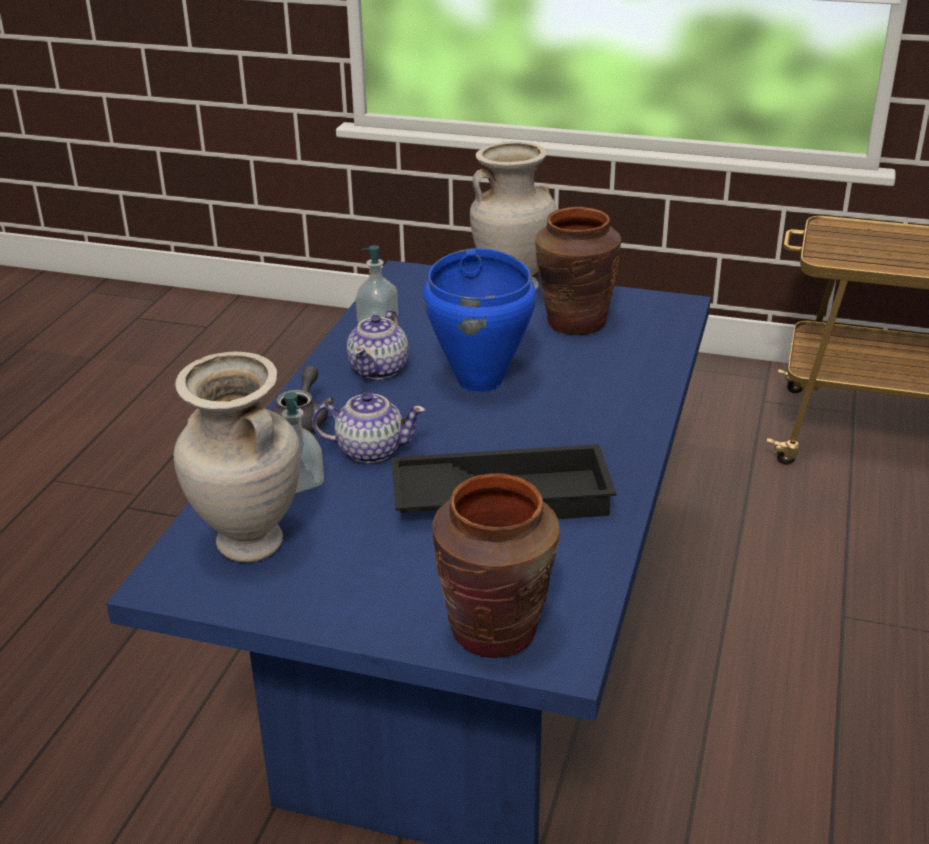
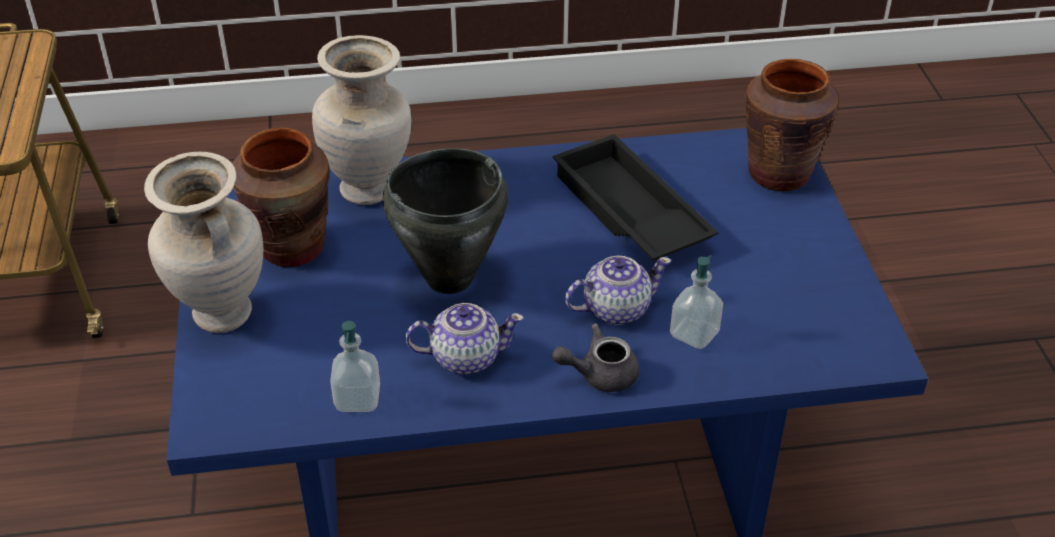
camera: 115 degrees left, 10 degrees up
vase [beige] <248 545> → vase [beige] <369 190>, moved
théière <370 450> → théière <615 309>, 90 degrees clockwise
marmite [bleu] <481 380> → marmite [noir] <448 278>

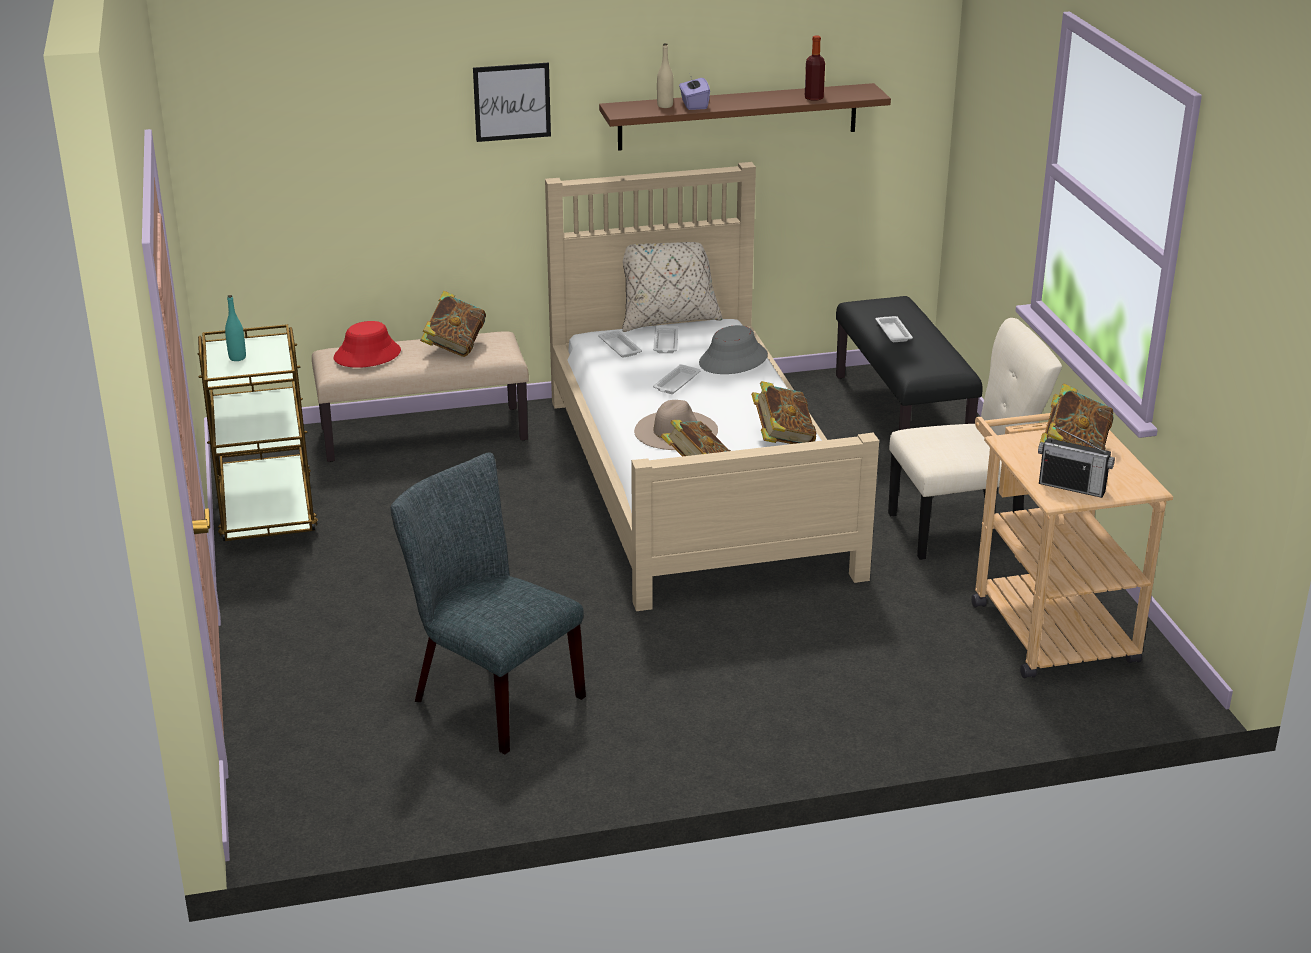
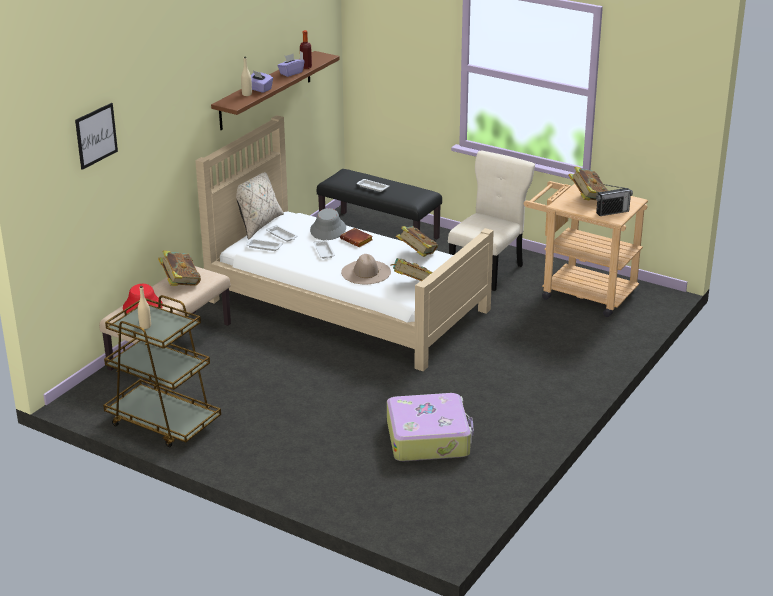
camera: 45 degrees left, 0 degrees up
bouteille [turquoise] <237 358> → bouteille [beige] <145 326>
chaise [gris] <489 696> → valise <429 438>
tableau <512 102> → tableau <96 135>, moved
- → boîte à mouchoirs [violet] <291 73>
- → livre [marron] <357 240>

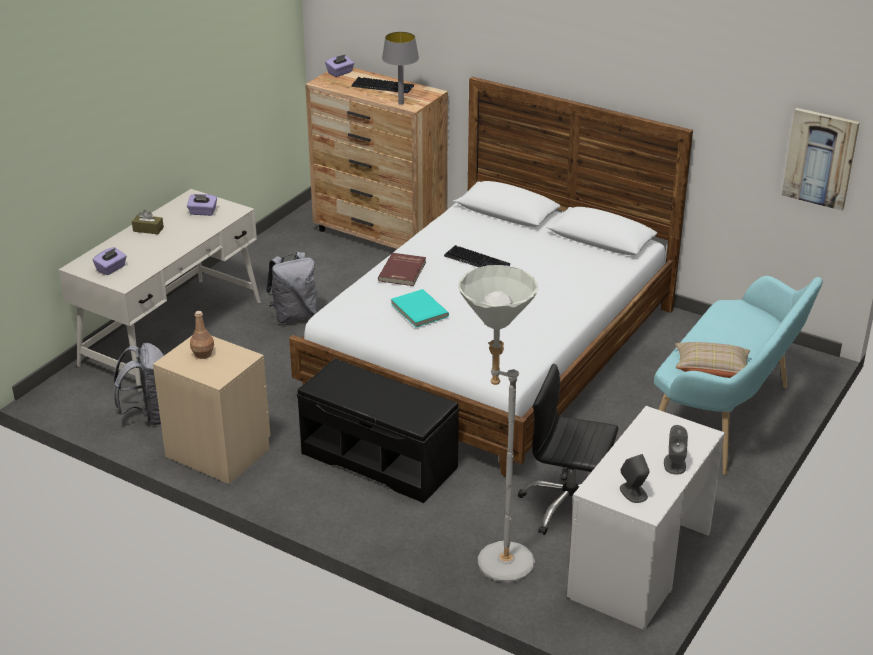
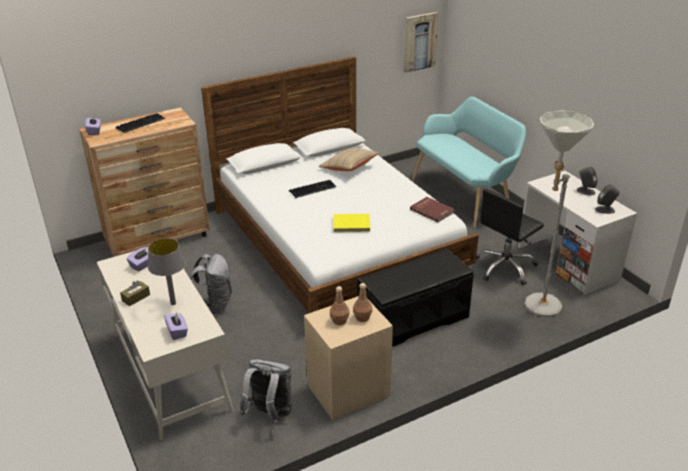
camera: 60 degrees left, 0 degrees up
livre [rouge] <403 271> → livre [rouge] <432 210>, moved
lampe de table [gris] <401 103> → lampe de table [gris] <173 303>, moved
livre [turquoise] <418 310> → livre [jaune] <351 225>
coussin [beige] <711 372> → coussin [beige] <349 168>, moved
- → bouteille [marron] <362 317>

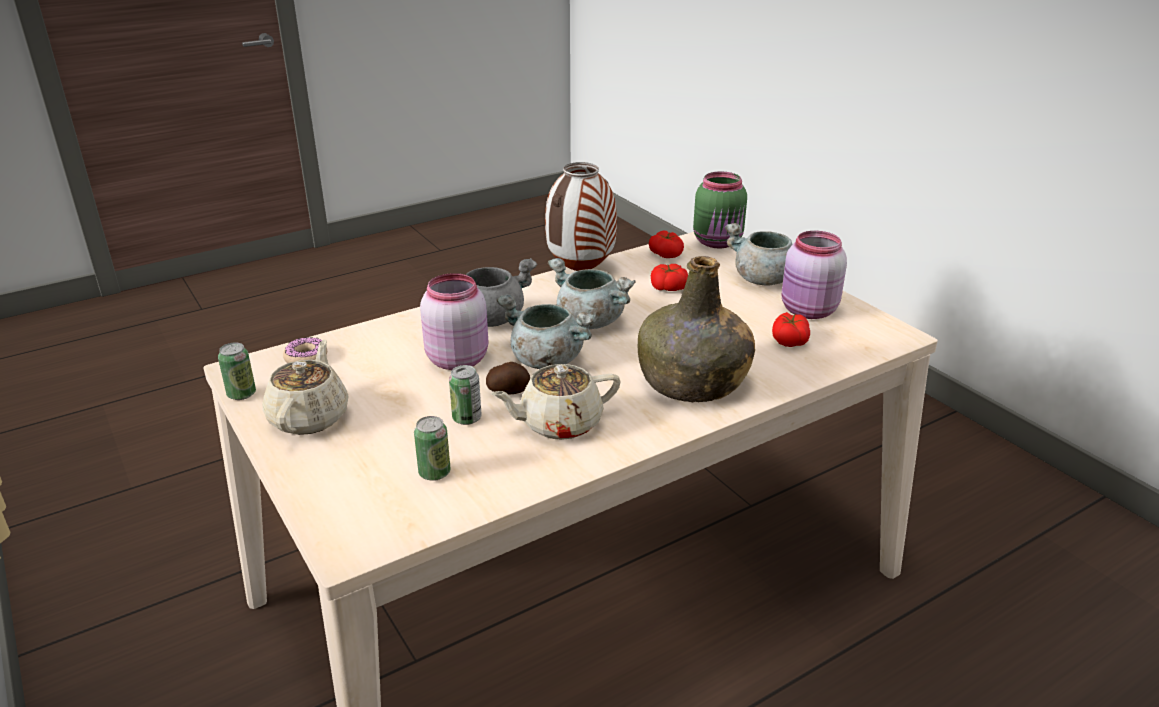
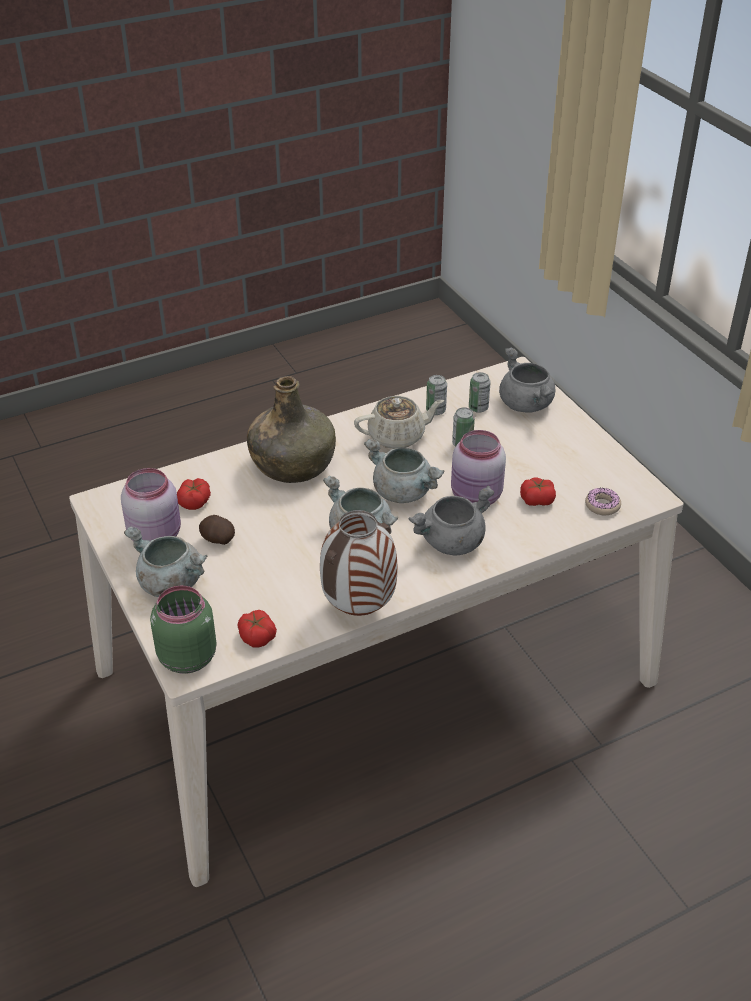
camera: 175 degrees left, 10 degrees up
boîte métallique <241 394> → boîte métallique <435 410>, moved
théière [beige] <310 417> → -
pomme de terre <509 391> → pomme de terre <217 540>, moved
tomate <669 287> → tomate <537 499>, moved
- → marmite [gris] <527 405>

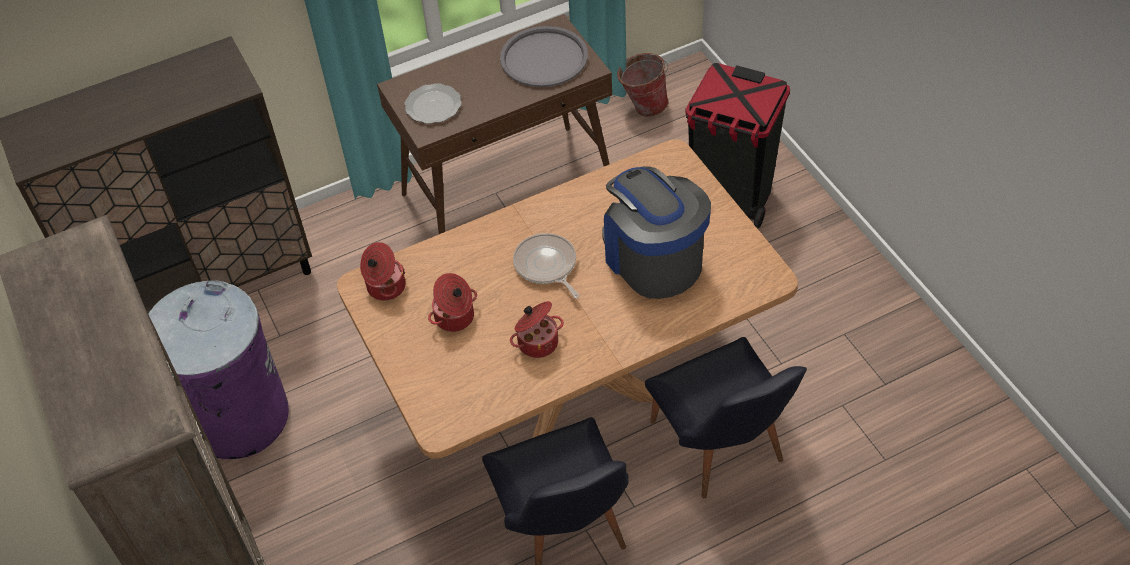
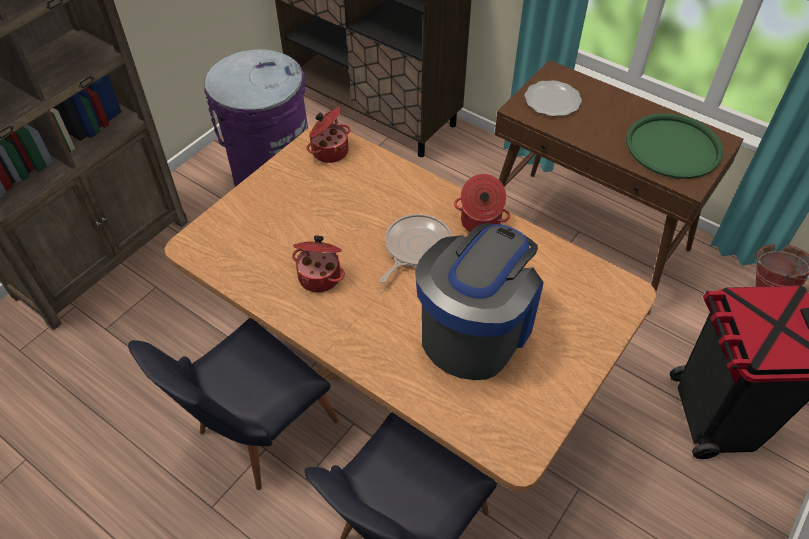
camera: 60 degrees right, 0 degrees up
marmite <455 318> → marmite <480 222>, moved
plateau [gris] <544 58> → plateau [vert] <673 147>

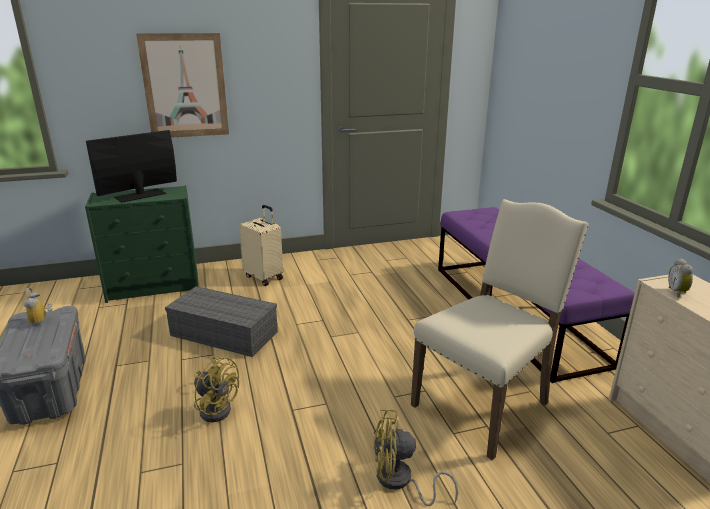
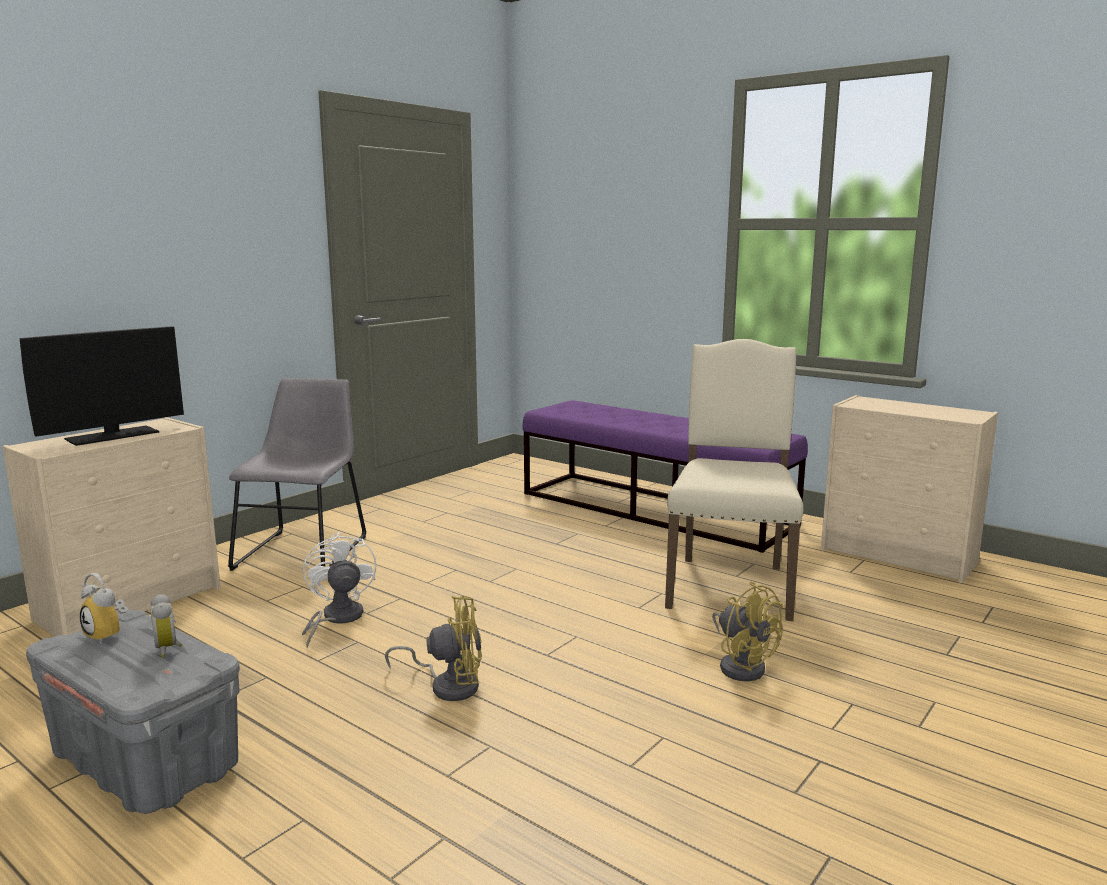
camera: 35 degrees left, 10 degrees down
commode [vert] <155 287> → commode [beige] <132 603>
écran d'ordinateur <140 195> → écran d'ordinateur <112 435>, 150 degrees counterclockwise
tableau <185 86> → -
boîte de rangement [gris] <222 334> → ventilateur [blanc] <336 619>
valise [beige] <264 277> → chaise [gris] <304 550>
ventilateur [jaune] <400 482> → ventilateur [jaune] <742 665>, 90 degrees counterclockwise
réveil <678 292> → réveil <169 649>, moved

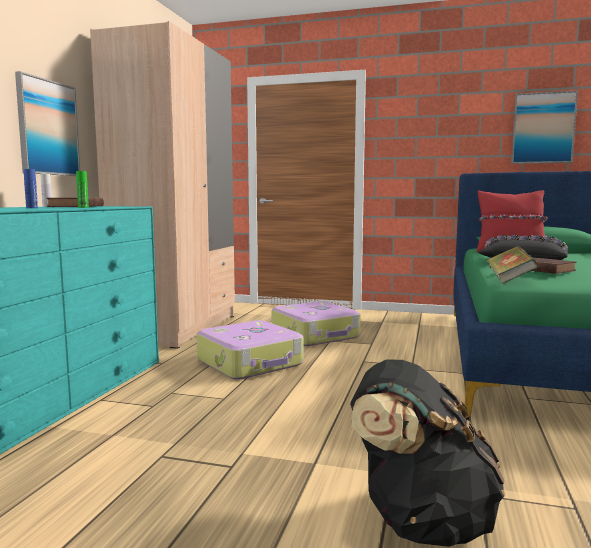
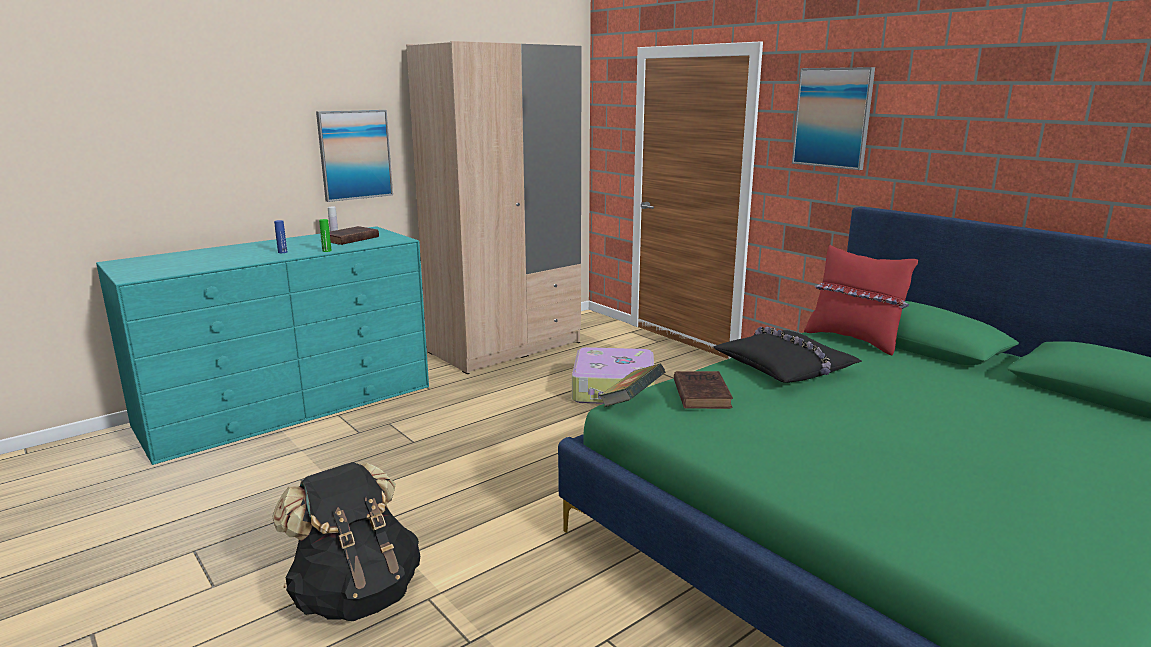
camera: 35 degrees right, 10 degrees up
valise <251 362> → -
tableau <543 128> → tableau <832 118>, moved

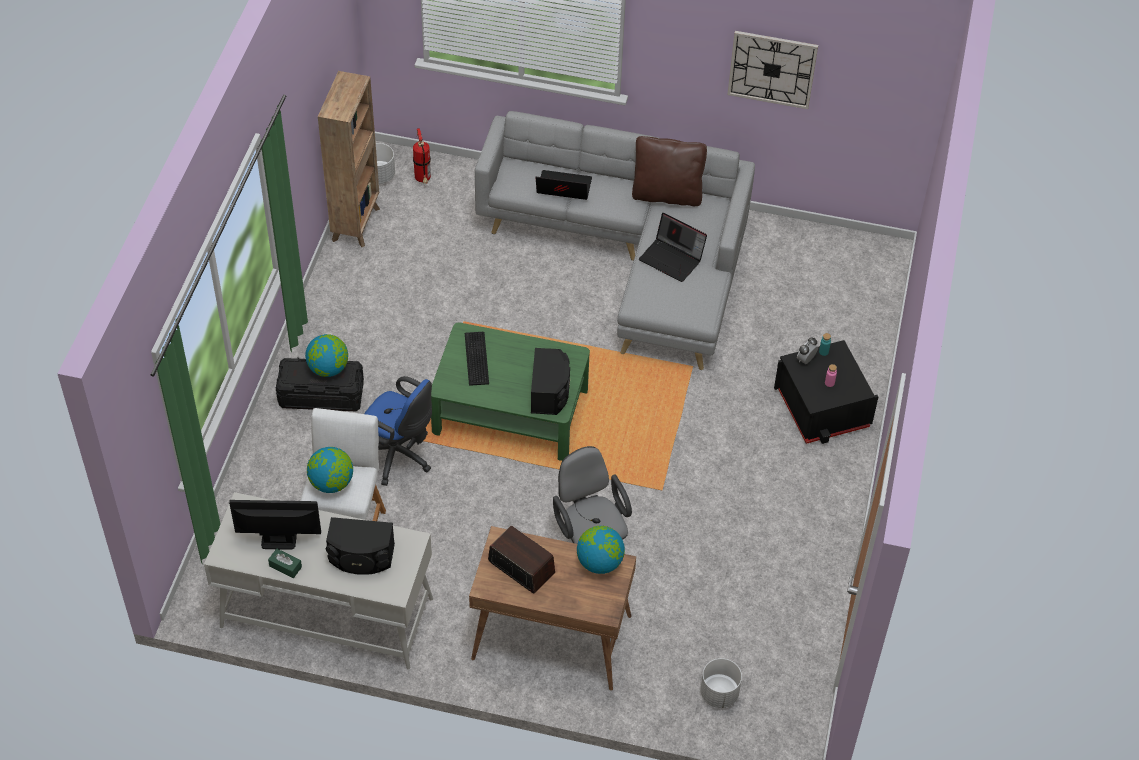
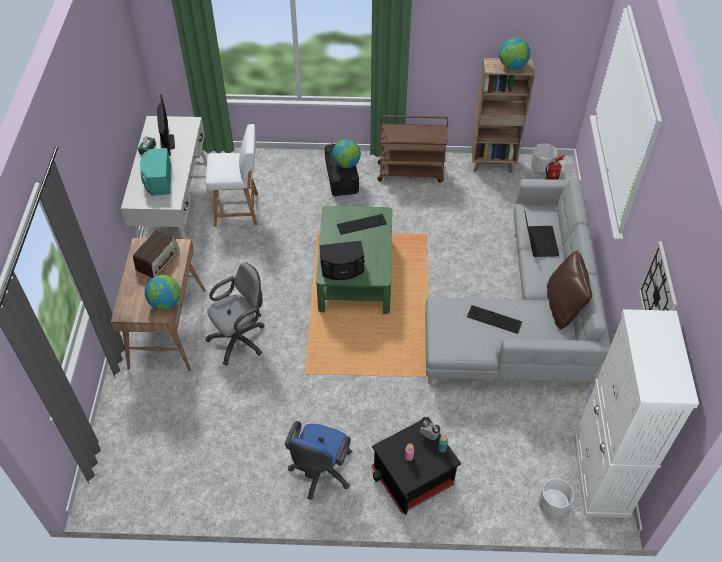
camera: 80 degrees right, 0 degrees up
globe <331 483> → globe <512 66>, moved
enceinte [noir] <361 557> → enceinte [turquoise] <158 180>
chaise de bureau [bleu] <398 456> → chaise de bureau [bleu] <320 473>, moved
ordinateur portable <672 259> → clavier <494 320>
cache-pot [blanc] <719 694> → cache-pot [blanc] <553 505>, moved
- → chariot [marron] <411 172>
- → meuble de rangement [blanc] <601 475>

